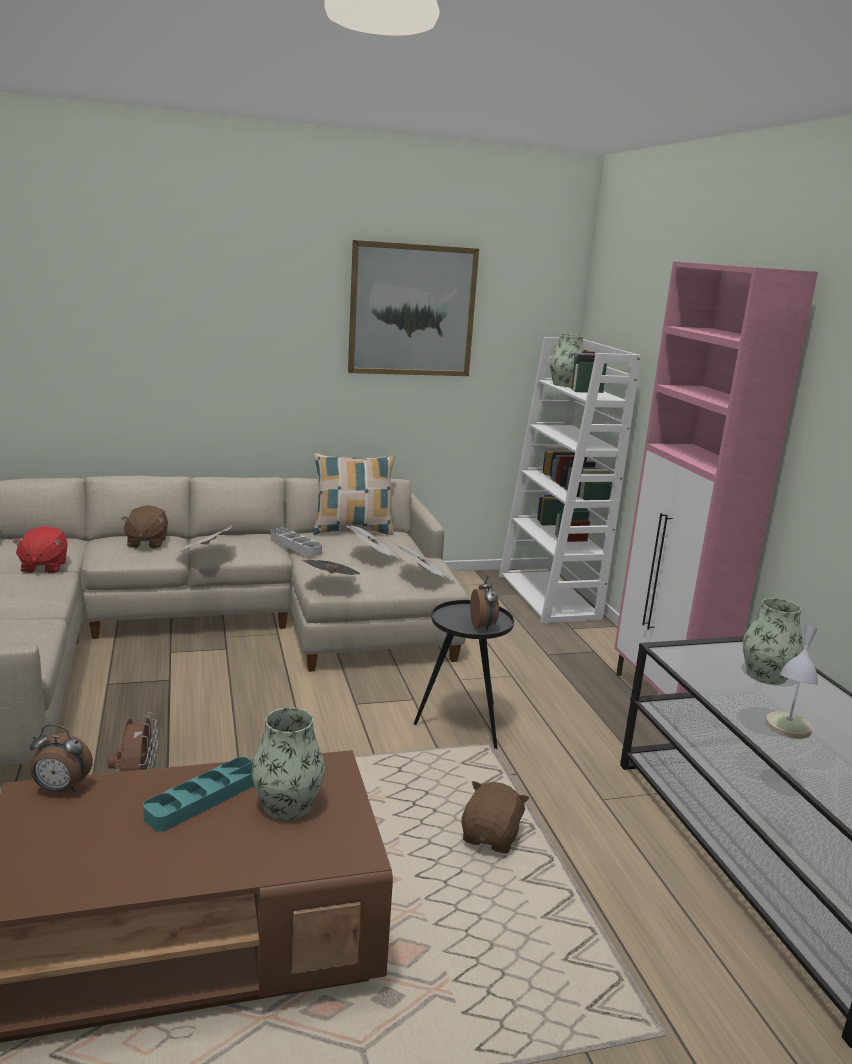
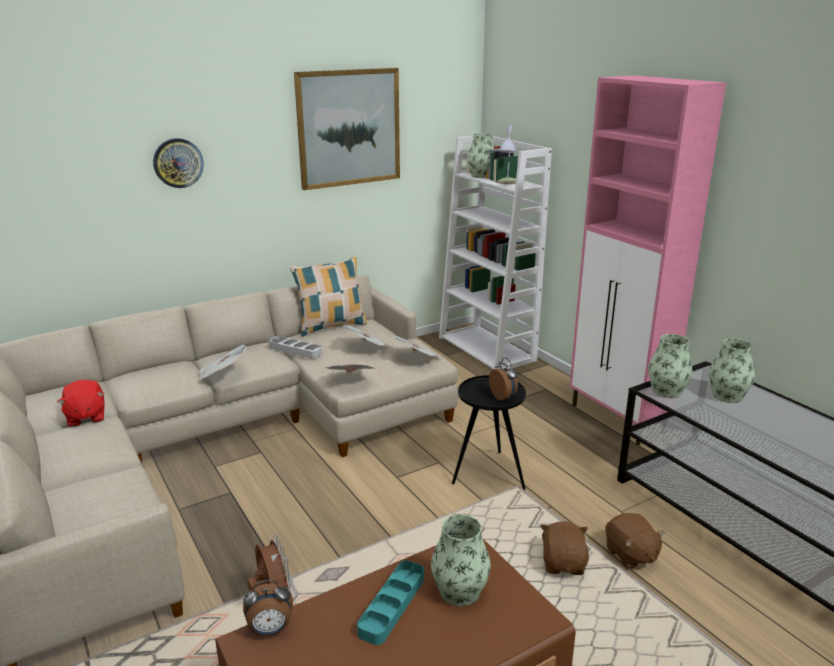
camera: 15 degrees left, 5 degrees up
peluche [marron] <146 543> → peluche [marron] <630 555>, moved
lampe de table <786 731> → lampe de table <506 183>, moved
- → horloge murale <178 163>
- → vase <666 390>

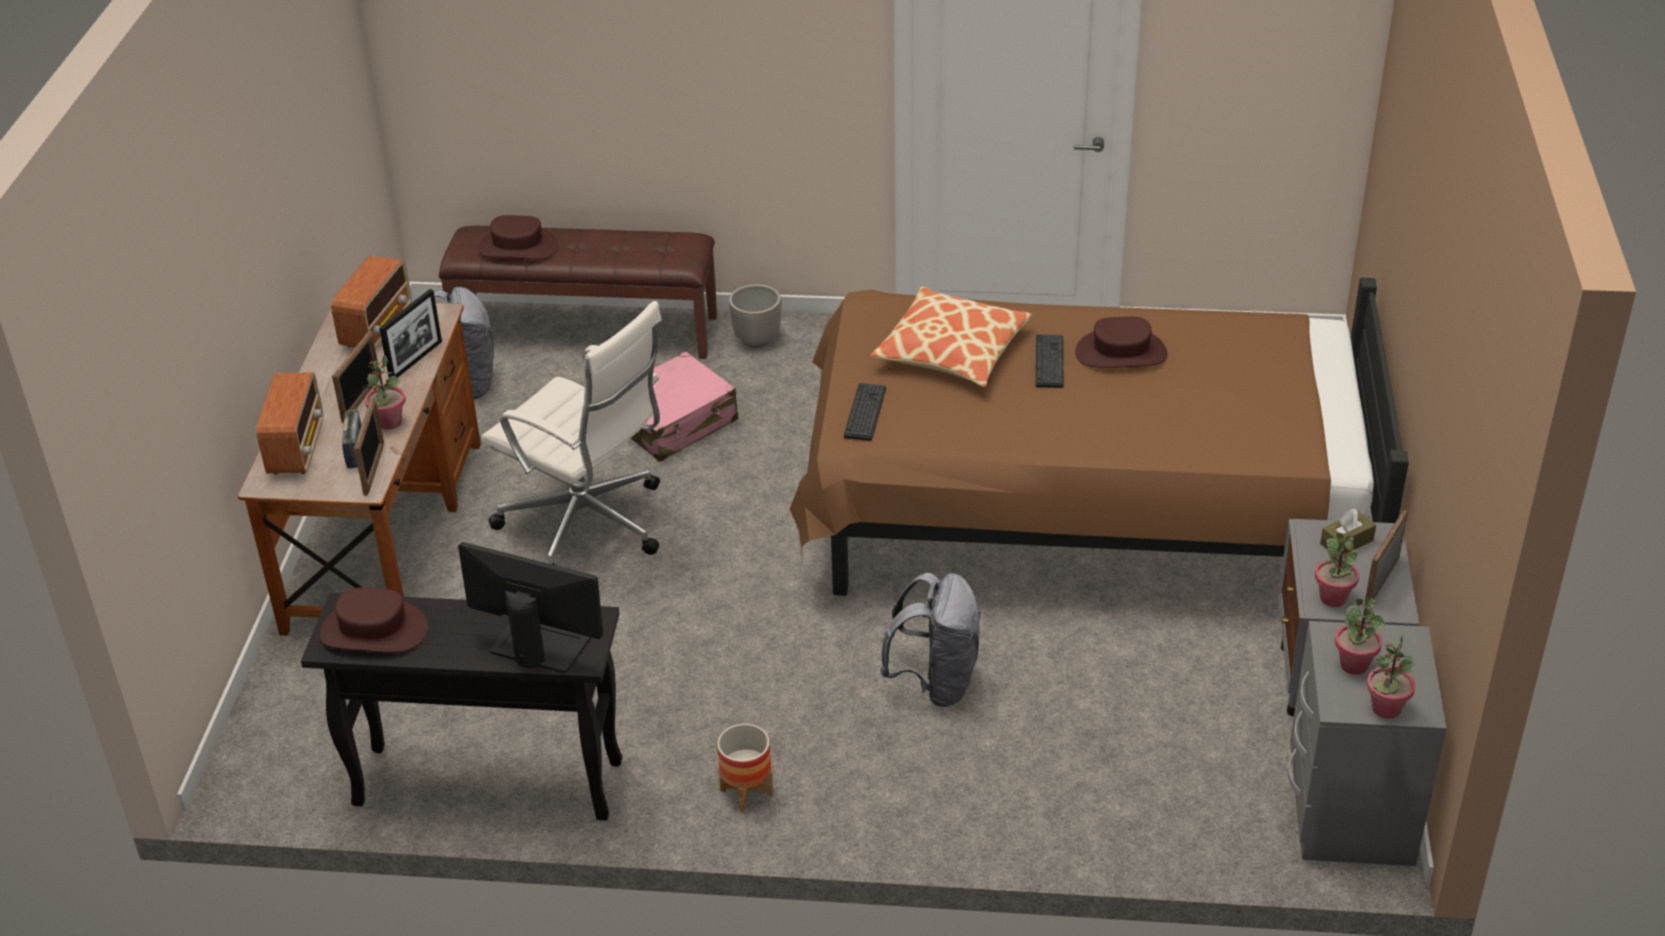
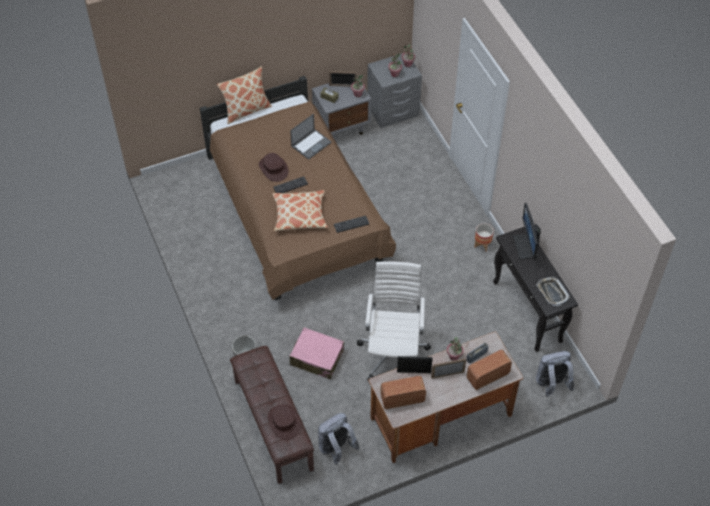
camera: 120 degrees left, 15 degrees up
chapeau [marron] <374 630> → plateau <552 293>
cadre photo <374 469> → -
sac à dos [gris] <935 683> → sac à dos [gris] <551 385>, moved
- → coussin <246 110>
- → ordinateur portable <311 144>

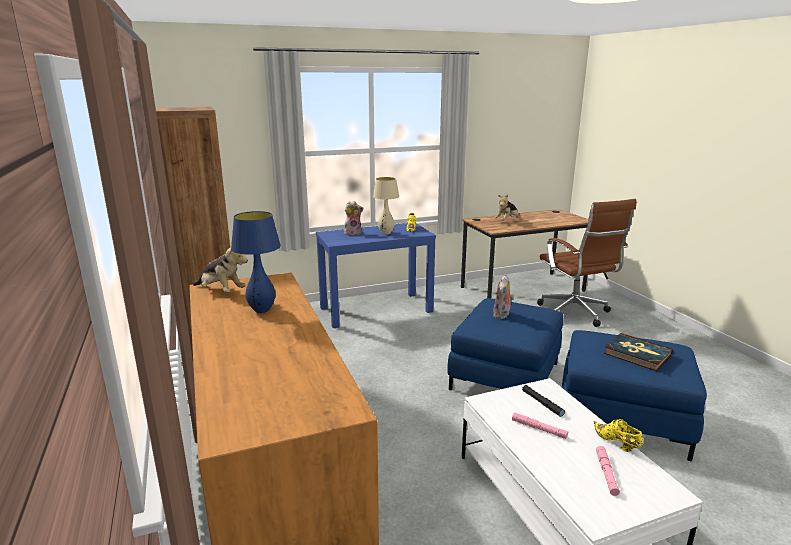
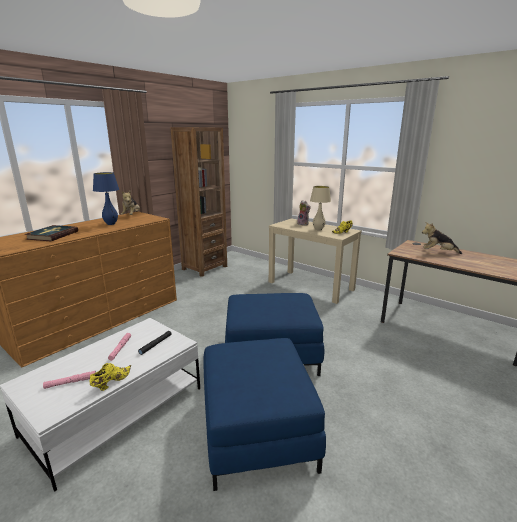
camera: 60 degrees right, 0 degrees up
table console [bleu] <376 309> → table console [beige] <311 286>
peluche <502 315> → -
chaise de bureau [marron] <575 314> → -
livre <637 354> → livre <52 235>, moved

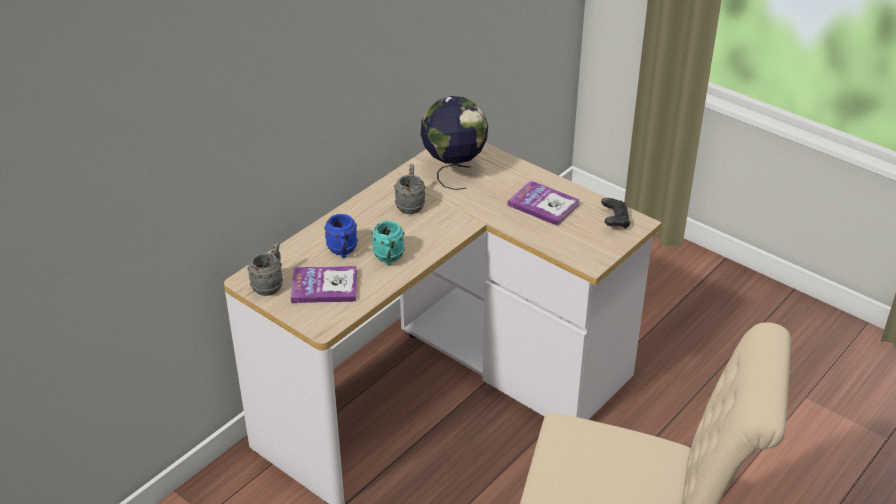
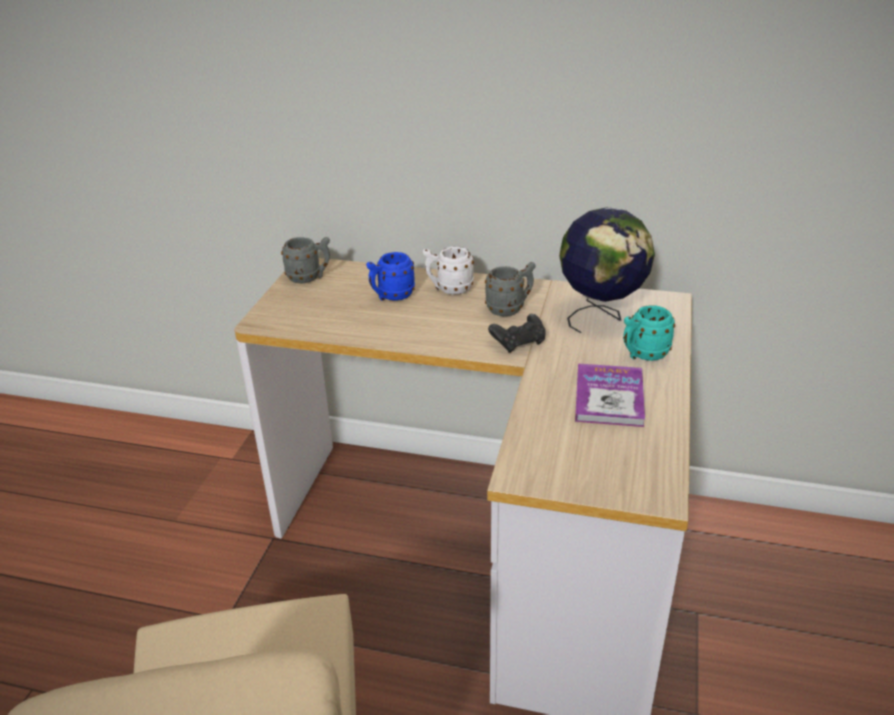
camera: 65 degrees right, 5 degrees down
livre <324 286> → -
mug [turquoise] <388 259> → mug [turquoise] <643 355>, moved
manette [noir] <615 221> → manette [noir] <518 343>, moved
- → mug [blanc] <449 289>

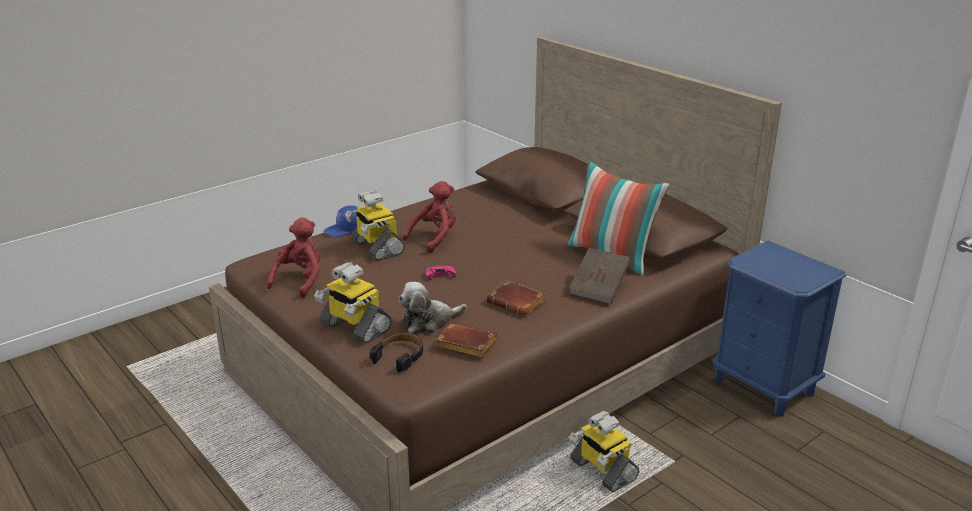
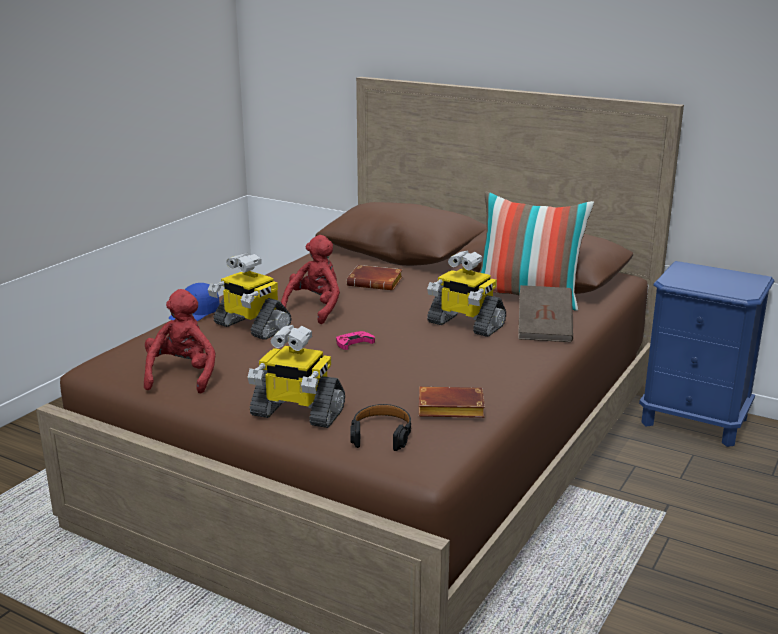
camera: 20 degrees left, 5 degrees down
peluche <429 322> → -
livre [marron] <518 303> → livre [marron] <376 283>, moved
robot jouet <602 470> → robot jouet <465 324>, moved

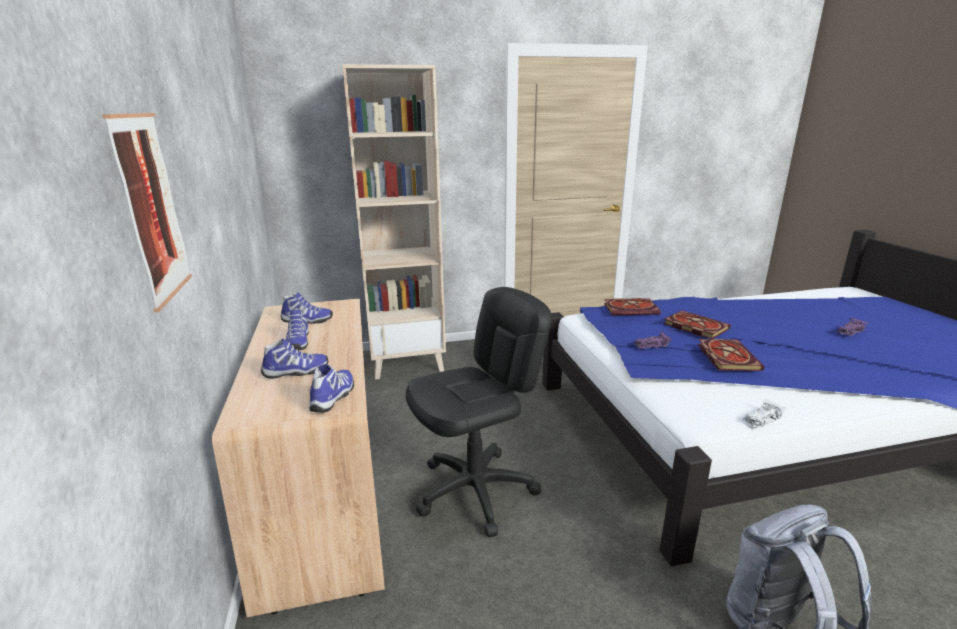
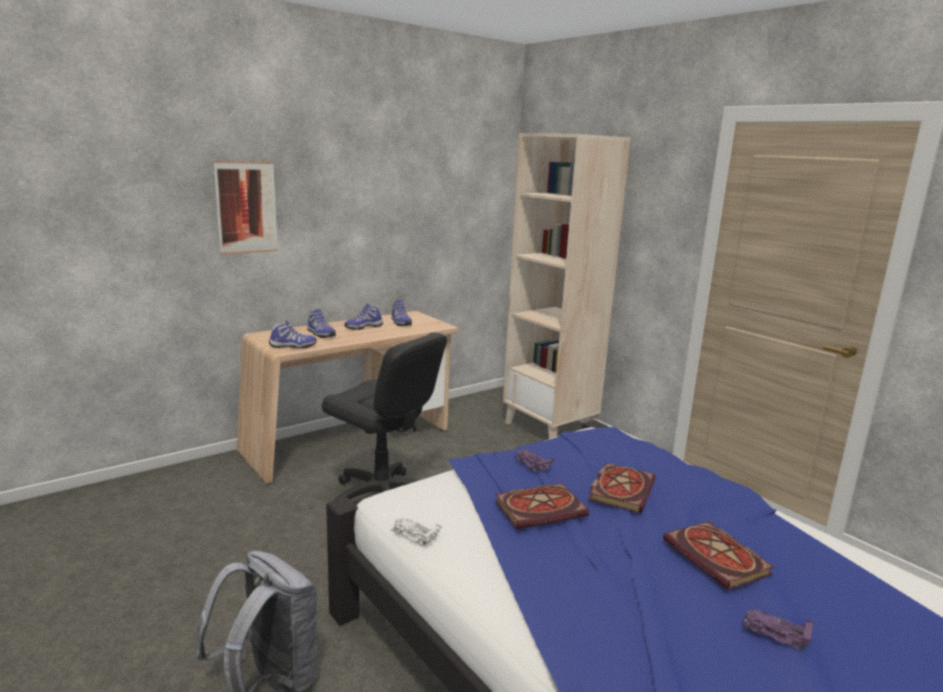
camera: 65 degrees right, 5 degrees down
livre <632 309> → livre <719 559>, moved

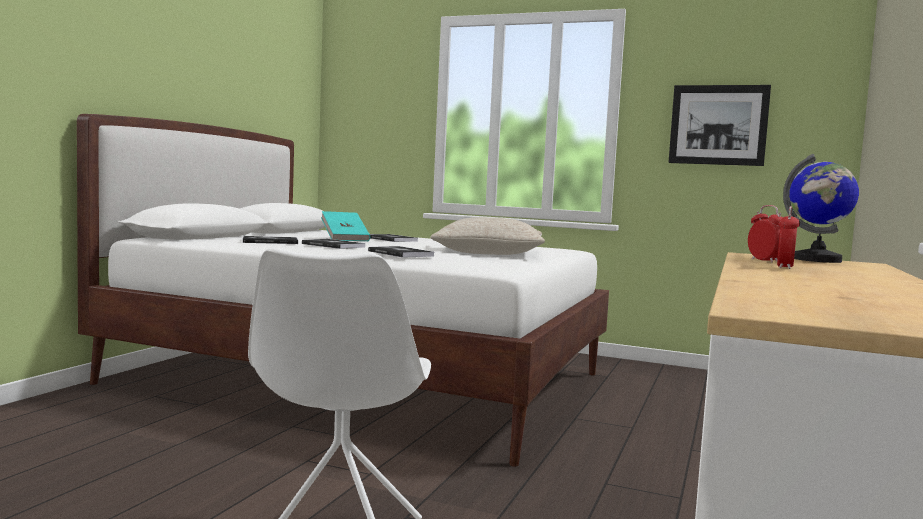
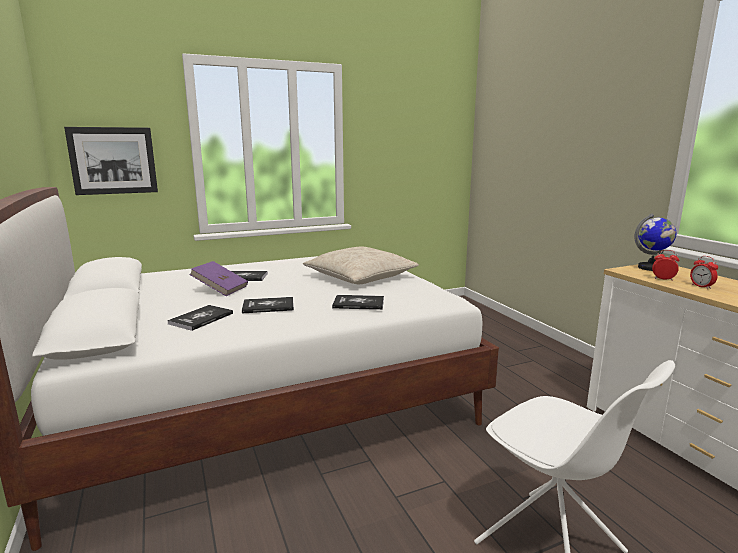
camera: 45 degrees left, 10 degrees up
livre [turquoise] <345 239> → livre [violet] <220 289>
tableau <718 125> → tableau <113 160>, moved

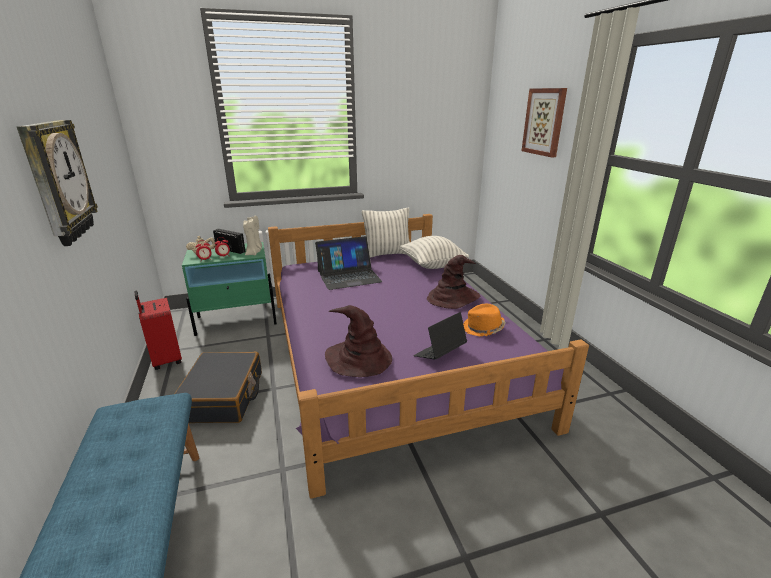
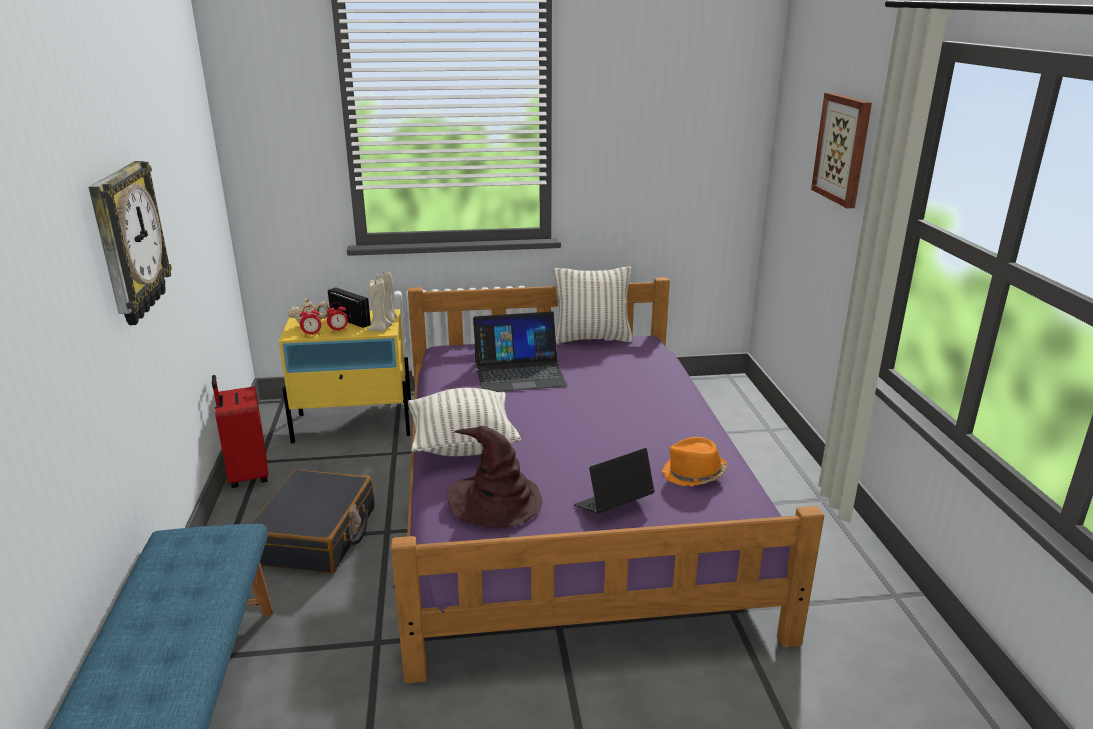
camera: 10 degrees right, 0 degrees up
table de chevet [vert] <237 320> → table de chevet [jaune] <354 425>
coussin <432 265> → coussin <463 445>, moved
chapeau [marron] <453 298> → -

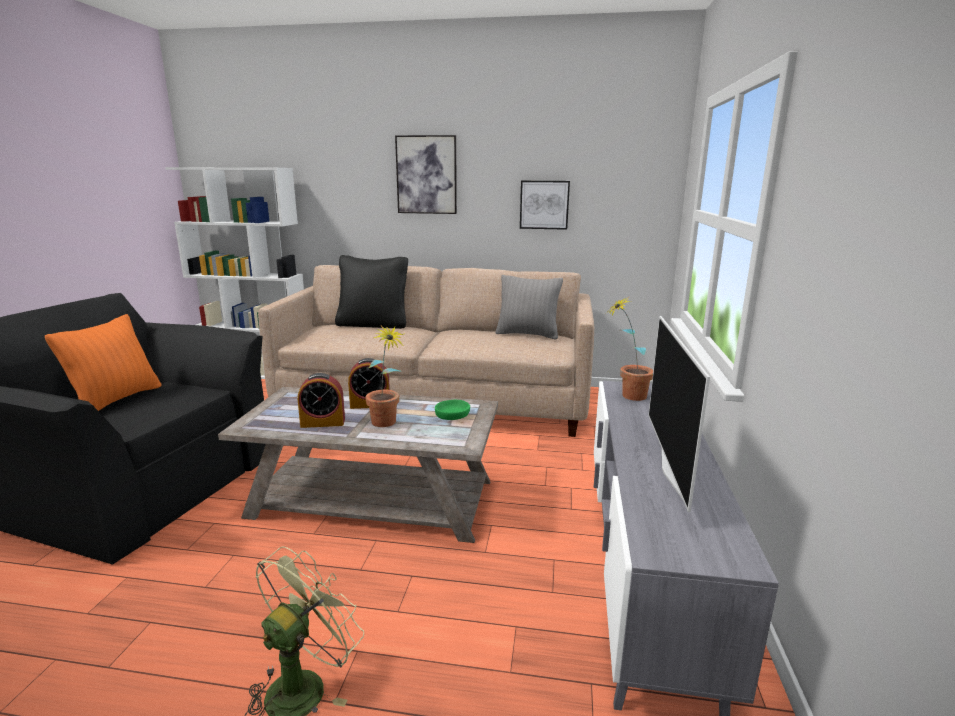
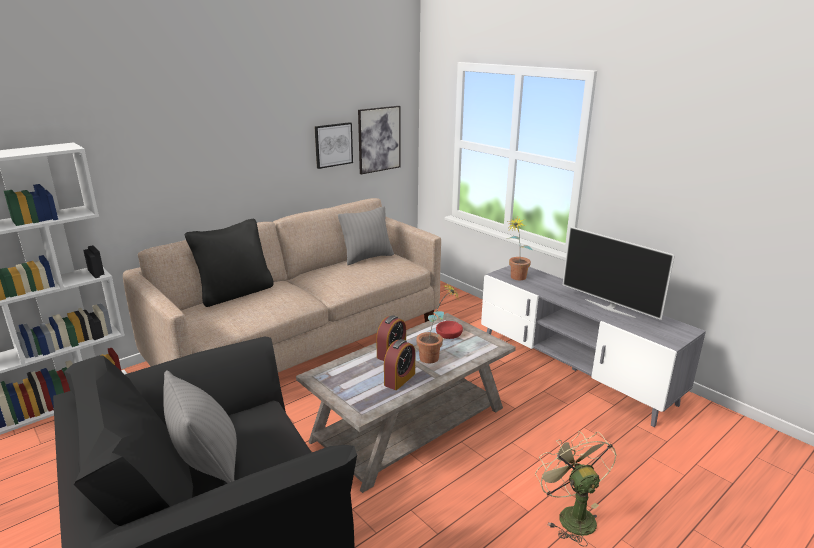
camera: 50 degrees left, 5 degrees up
coussin [orange] <116 400> → coussin [gris] <207 462>
tableau <426 175> → tableau <379 139>, moved
bol [vert] <452 414> → bol [rouge] <449 333>

